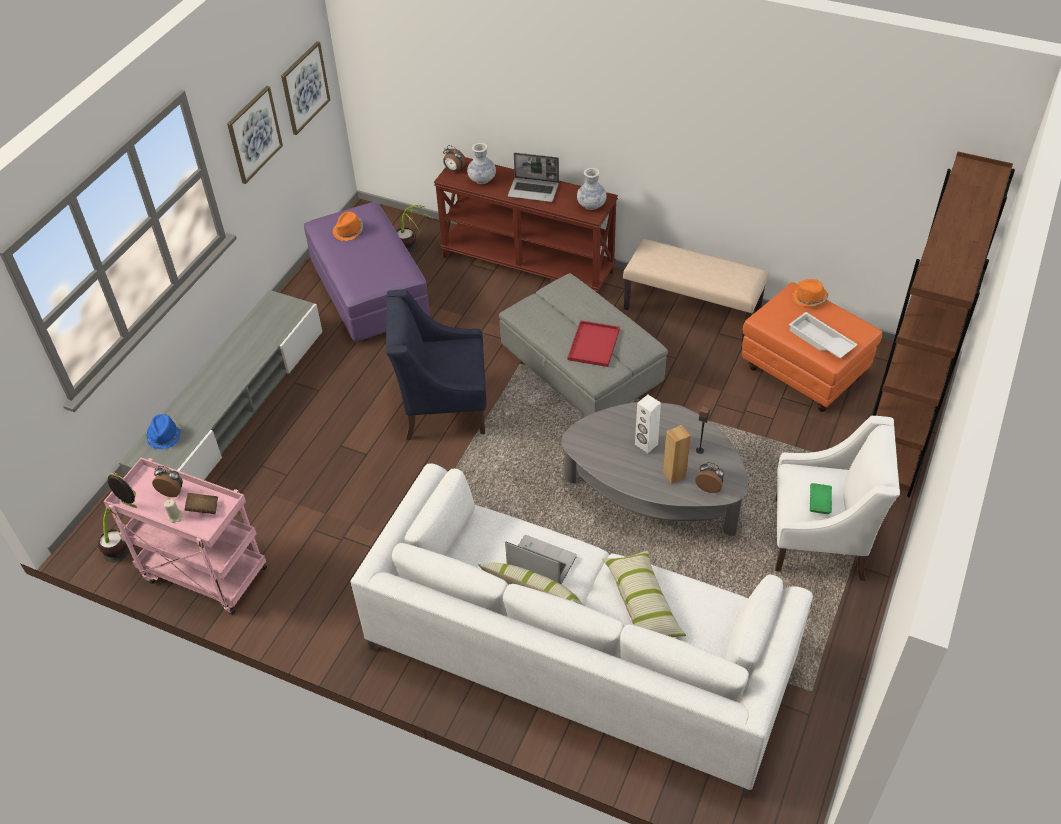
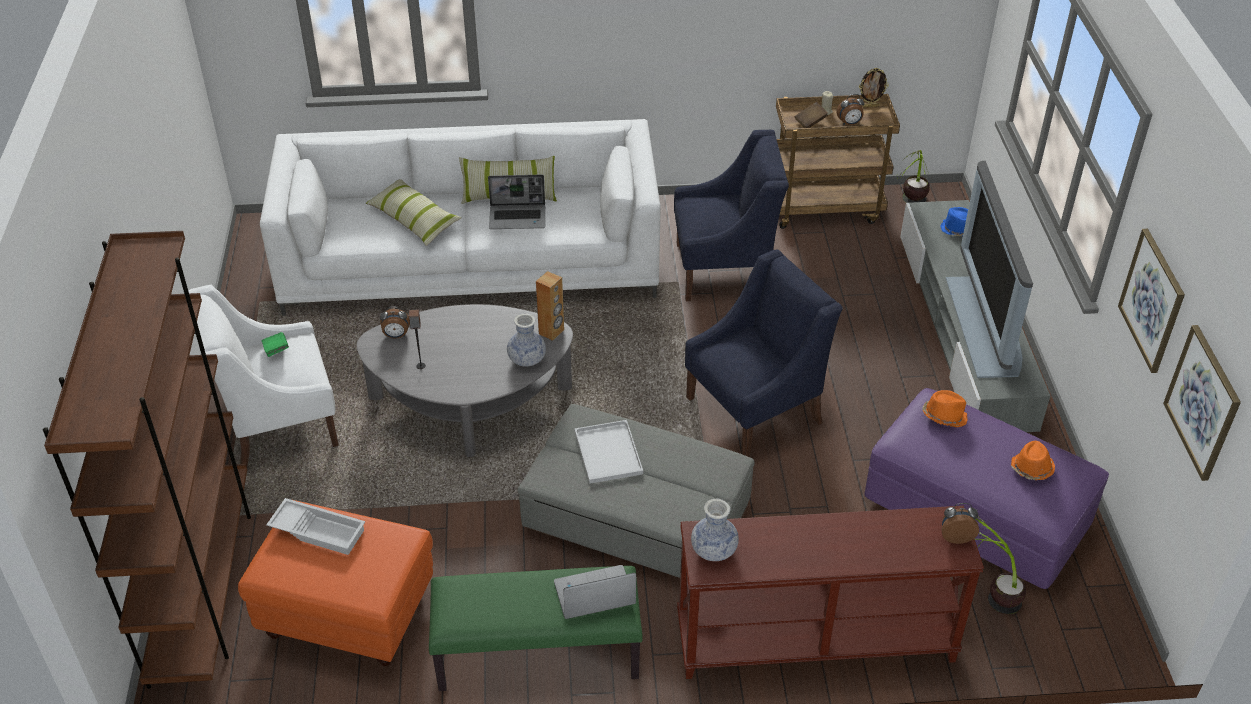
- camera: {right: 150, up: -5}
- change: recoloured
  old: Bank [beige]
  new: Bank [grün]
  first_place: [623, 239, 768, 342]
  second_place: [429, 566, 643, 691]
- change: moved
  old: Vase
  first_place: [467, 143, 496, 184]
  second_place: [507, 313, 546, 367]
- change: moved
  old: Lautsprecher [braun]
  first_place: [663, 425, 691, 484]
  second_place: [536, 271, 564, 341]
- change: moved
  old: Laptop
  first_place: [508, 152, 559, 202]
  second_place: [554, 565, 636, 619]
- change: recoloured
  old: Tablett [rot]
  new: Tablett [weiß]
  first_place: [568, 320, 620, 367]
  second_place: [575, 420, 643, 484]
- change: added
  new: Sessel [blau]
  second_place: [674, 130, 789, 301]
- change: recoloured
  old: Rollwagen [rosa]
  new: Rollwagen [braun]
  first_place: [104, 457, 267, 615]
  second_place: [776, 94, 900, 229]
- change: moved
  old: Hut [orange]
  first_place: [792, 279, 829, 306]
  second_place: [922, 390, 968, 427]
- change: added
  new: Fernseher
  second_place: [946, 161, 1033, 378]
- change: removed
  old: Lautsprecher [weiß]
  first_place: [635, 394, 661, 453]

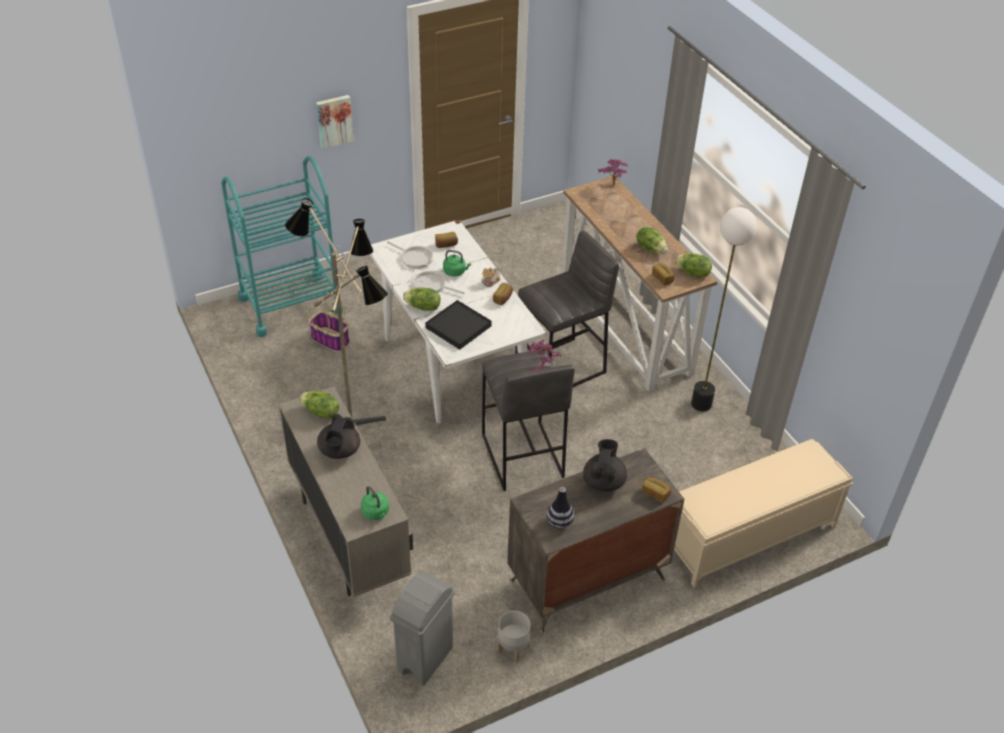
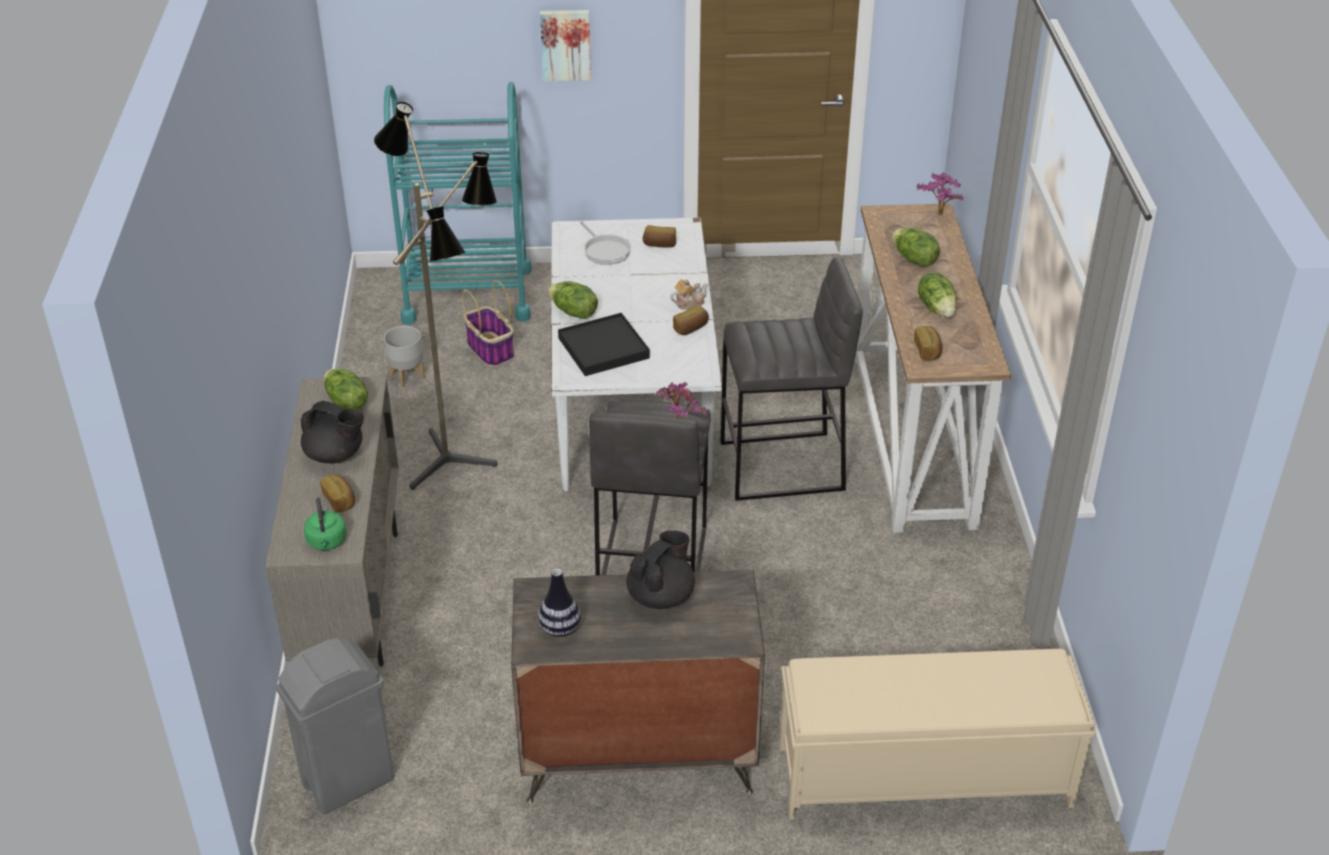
- camera: {right: 25, up: -5}
- change: turned
  old: Teekanne [schwarz]
  first_place: [317, 414, 360, 459]
  second_place: [301, 401, 364, 463]
  degrees: -105
- change: moved
  old: Brot
  first_place: [642, 477, 671, 503]
  second_place: [320, 474, 355, 513]
- change: moved
  old: Pflanzkübel [grau]
  first_place: [498, 611, 531, 662]
  second_place: [384, 326, 425, 388]
- change: moved
  old: Salatkopf
  first_place: [675, 253, 712, 278]
  second_place: [892, 227, 940, 266]
- change: removed
  old: Pfanne
  first_place: [411, 271, 465, 294]
- change: removed
  old: Wasserkessel [grün]
  first_place: [443, 250, 471, 277]
- change: removed
  old: Stehlampe
  first_place: [691, 207, 757, 411]

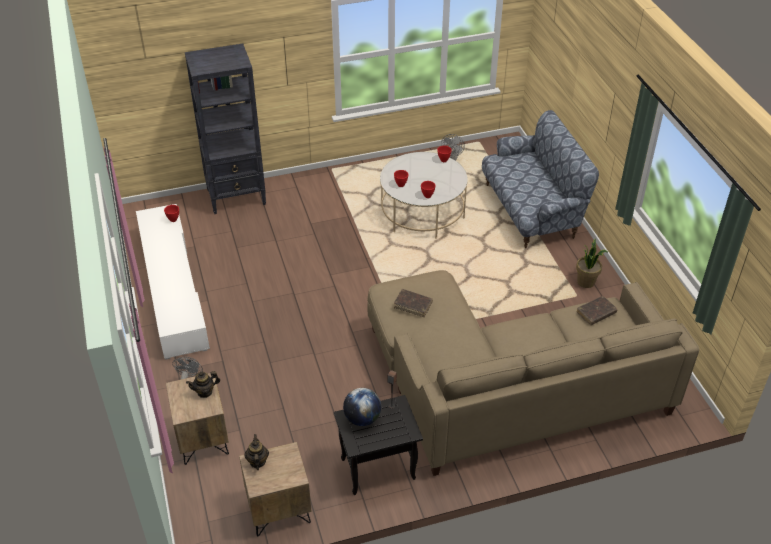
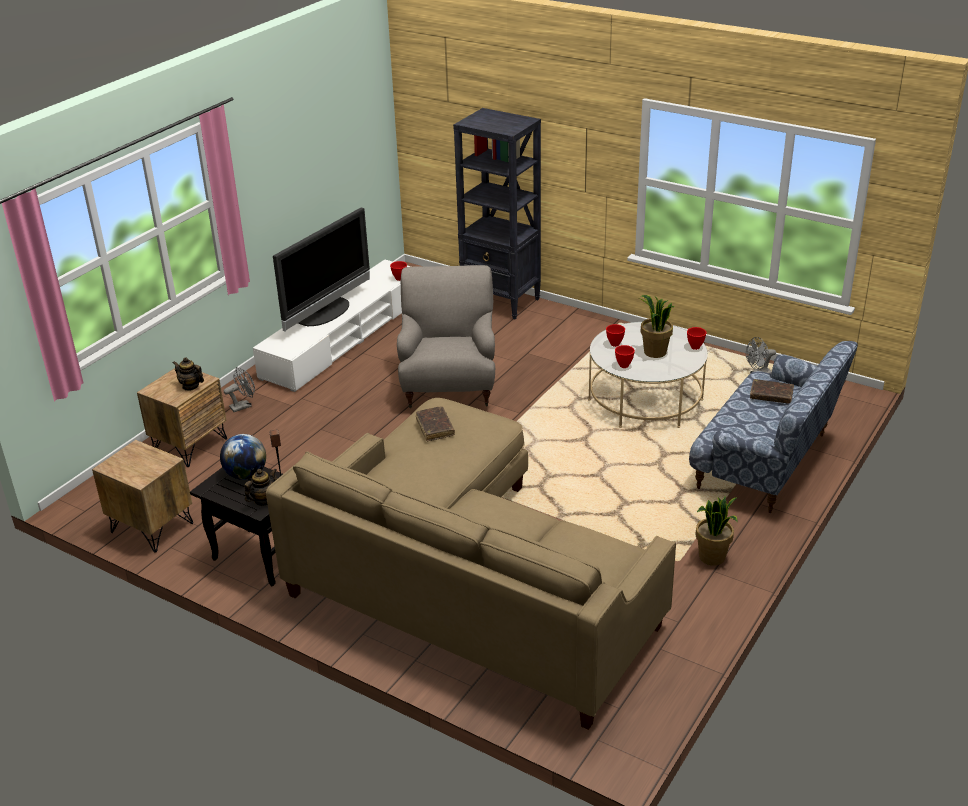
- camera: {right: 50, up: -10}
- change: moved
  old: Teekanne
  first_place: [244, 434, 269, 470]
  second_place: [244, 468, 277, 506]
- change: added
  new: Fernseher
  second_place: [273, 207, 370, 331]
- change: added
  new: Sessel [grau]
  second_place: [397, 265, 495, 408]
- change: added
  new: Topfpflanze
  second_place: [639, 295, 675, 358]
- change: moved
  old: Buch [braun]
  first_place: [577, 296, 618, 325]
  second_place: [750, 379, 794, 404]

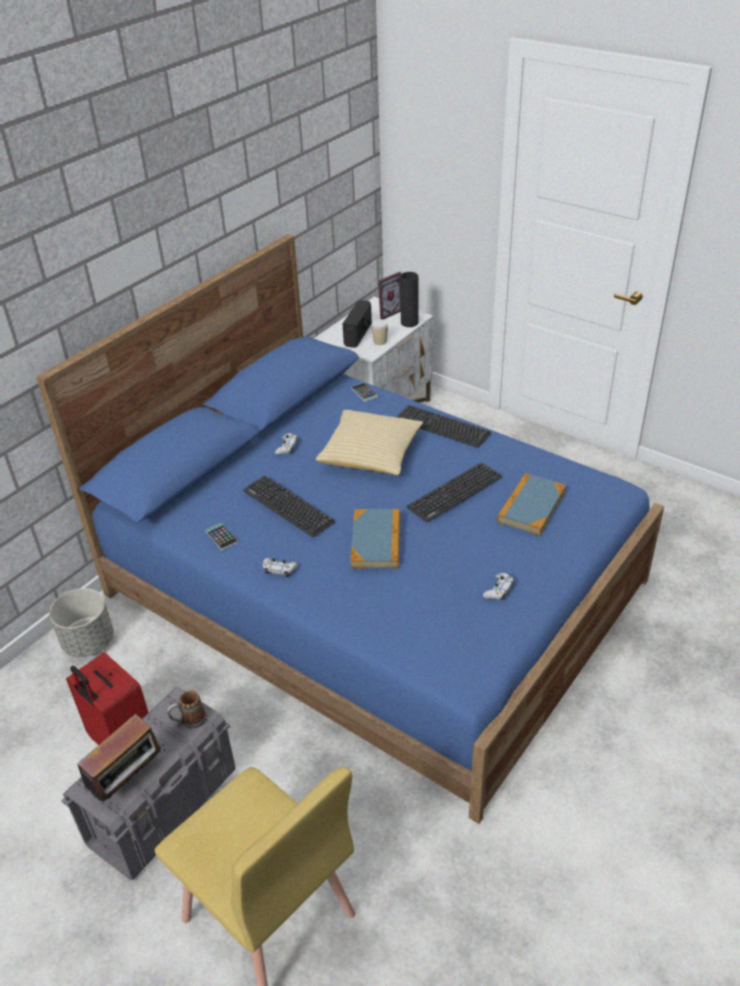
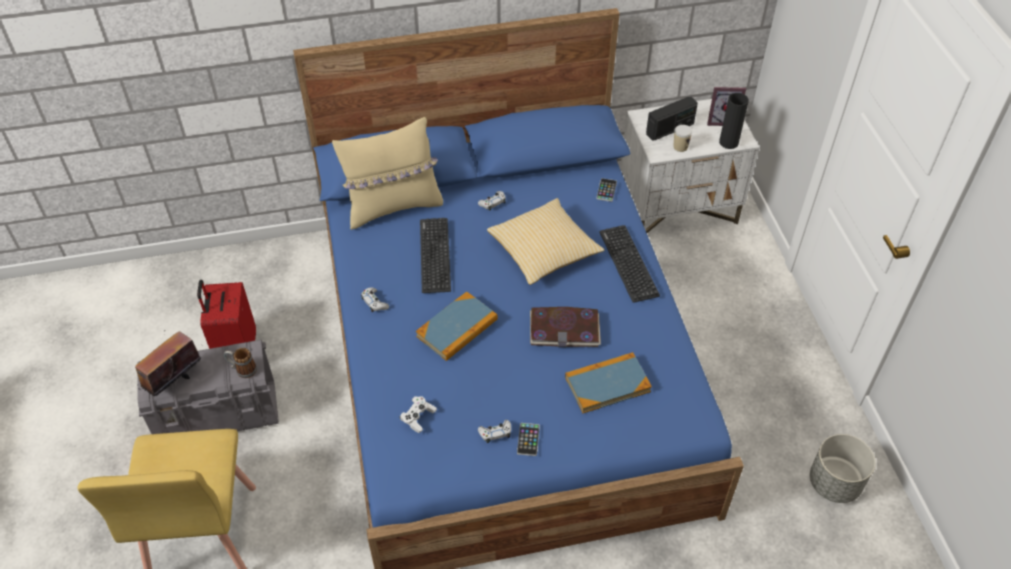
- camera: {right: 40, up: 10}
- change: turned
  old: Radio
  first_place: [71, 714, 165, 801]
  second_place: [135, 330, 201, 396]
  degrees: 135
- change: added
  new: Kissen [beige]
  second_place: [332, 117, 443, 230]
- change: added
  new: Gamepad [weiß]
  second_place: [399, 396, 437, 433]
- change: moved
  old: Handy
  first_place: [205, 523, 238, 550]
  second_place: [517, 423, 540, 456]
- change: replaced
  old: Tastatur
  new: Buch
  first_place: [406, 462, 502, 522]
  second_place: [530, 307, 601, 347]
- change: moved
  old: Pflanzkübel [grau]
  first_place: [49, 588, 114, 657]
  second_place: [810, 434, 875, 503]

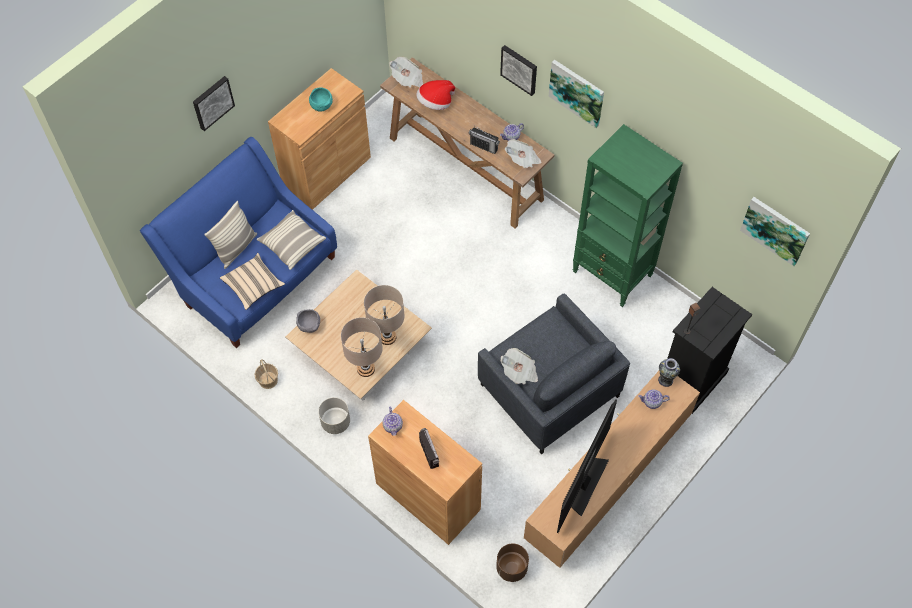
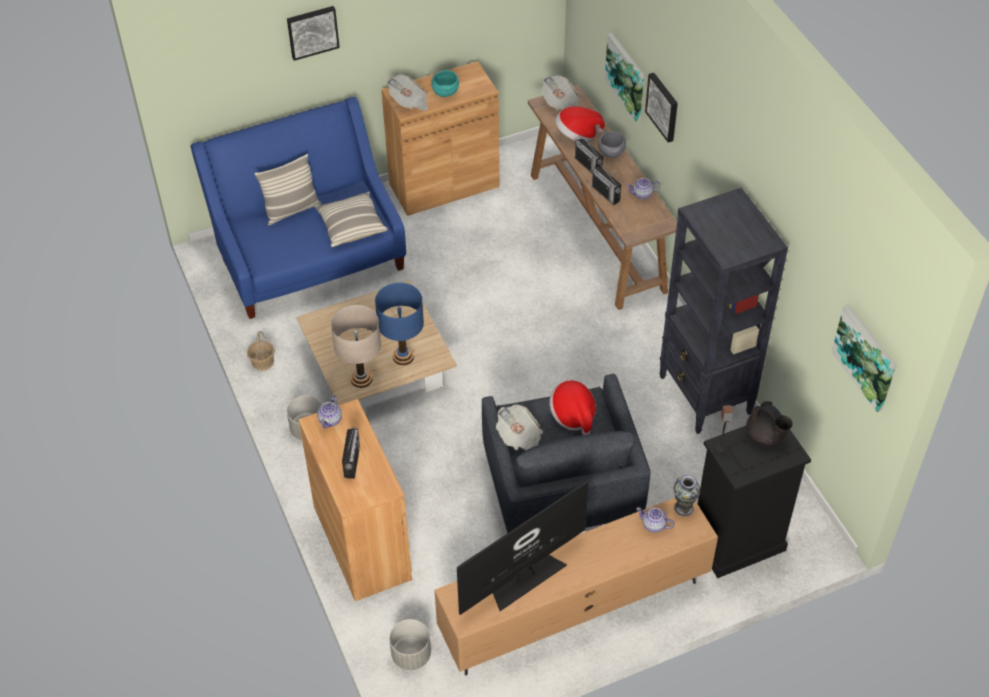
- camera: {right: 25, up: -10}
- change: recoloured
  old: Tischlampe [beige]
  new: Tischlampe [blau]
  first_place: [364, 285, 405, 345]
  second_place: [375, 283, 424, 365]
- change: moved
  old: Zeitung
  first_place: [505, 139, 541, 168]
  second_place: [387, 75, 428, 111]
- change: recoloured
  old: Pflanzkübel [braun]
  new: Pflanzkübel [grau]
  first_place: [496, 543, 529, 582]
  second_place: [389, 619, 431, 670]
- change: added
  new: Hut
  second_place: [549, 380, 596, 435]
- change: added
  new: Radio
  second_place: [574, 134, 603, 174]
- change: moved
  old: Schüssel [grau]
  first_place: [296, 309, 320, 333]
  second_place: [598, 131, 626, 158]
- change: moved
  old: Bild
  first_place: [549, 60, 604, 128]
  second_place: [605, 33, 644, 122]
- change: recoloured
  old: Bücherregal [grün]
  new: Bücherregal [schwarz]
  first_place: [573, 124, 683, 307]
  second_place: [659, 187, 788, 434]
- change: added
  new: Teekanne [schwarz]
  second_place: [746, 401, 793, 445]
- change: removed
  old: Kissen [beige]
  first_place: [220, 253, 285, 310]

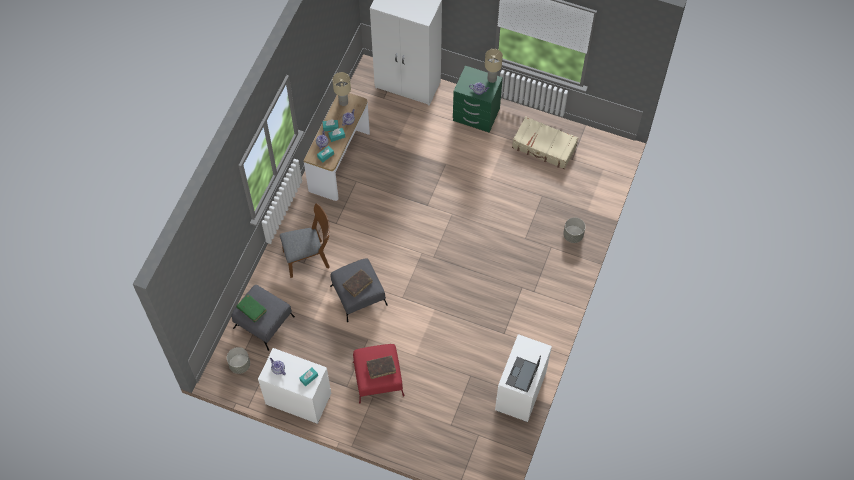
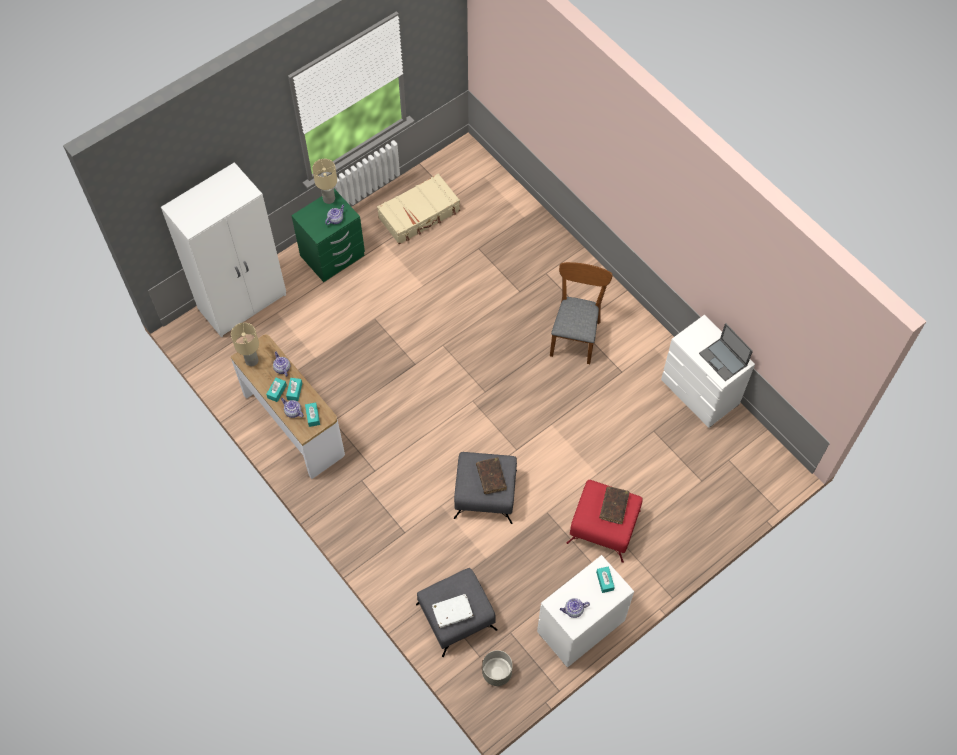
- camera: {right: -60, up: 0}
- change: recoloured
  old: Buch [grün]
  new: Buch [weiß]
  first_place: [236, 294, 267, 322]
  second_place: [432, 594, 473, 628]
- change: moved
  old: Stuhl [braun]
  first_place: [280, 203, 330, 278]
  second_place: [550, 262, 612, 364]
- change: removed
  old: Pflanzkübel [grau]
  first_place: [563, 217, 585, 243]

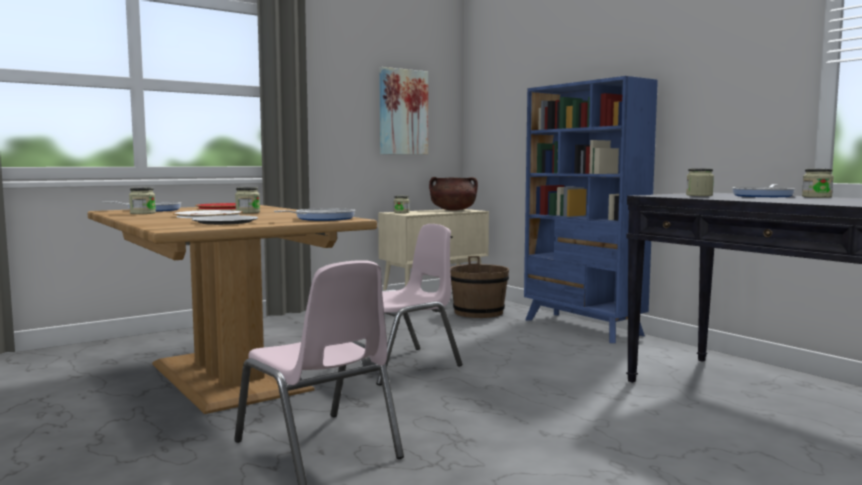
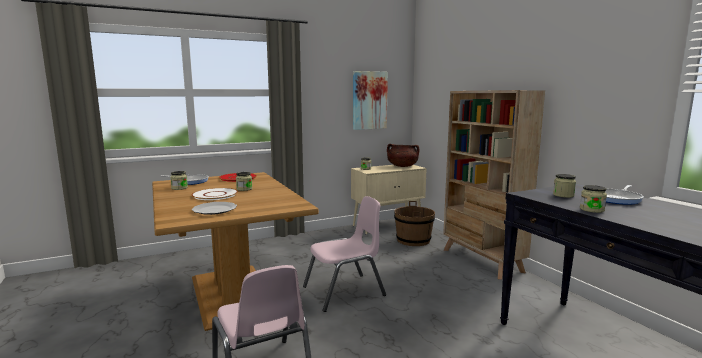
- camera: {right: 10, up: 5}
- change: recoloured
  old: Bücherregal [blau]
  new: Bücherregal [beige]
  first_place: [524, 76, 658, 343]
  second_place: [443, 90, 545, 280]
- change: moved
  old: Vorratsglas
  first_place: [802, 169, 834, 198]
  second_place: [580, 185, 607, 213]
- change: removed
  old: Pfanne
  first_place: [274, 208, 355, 221]

